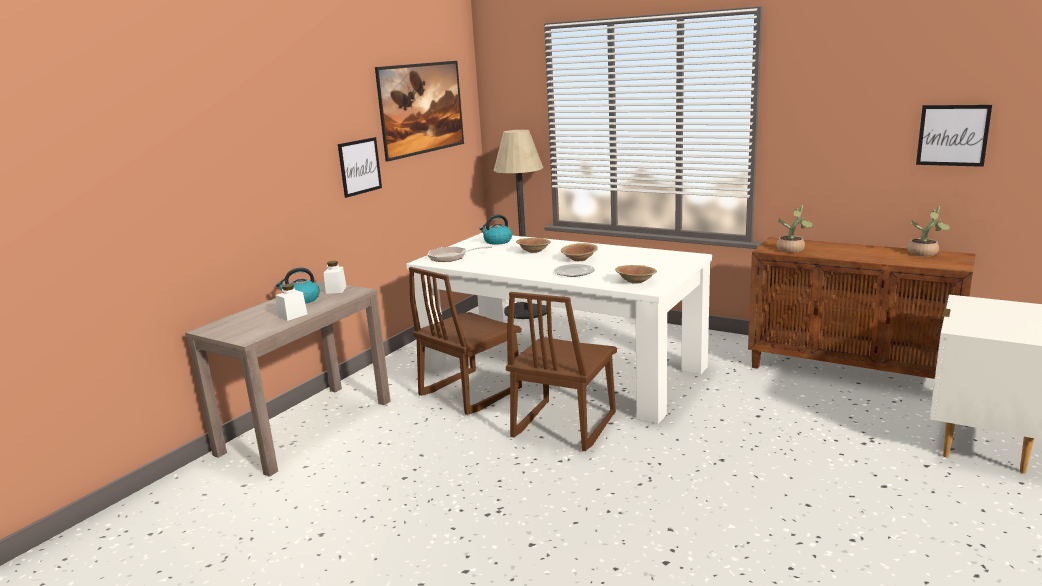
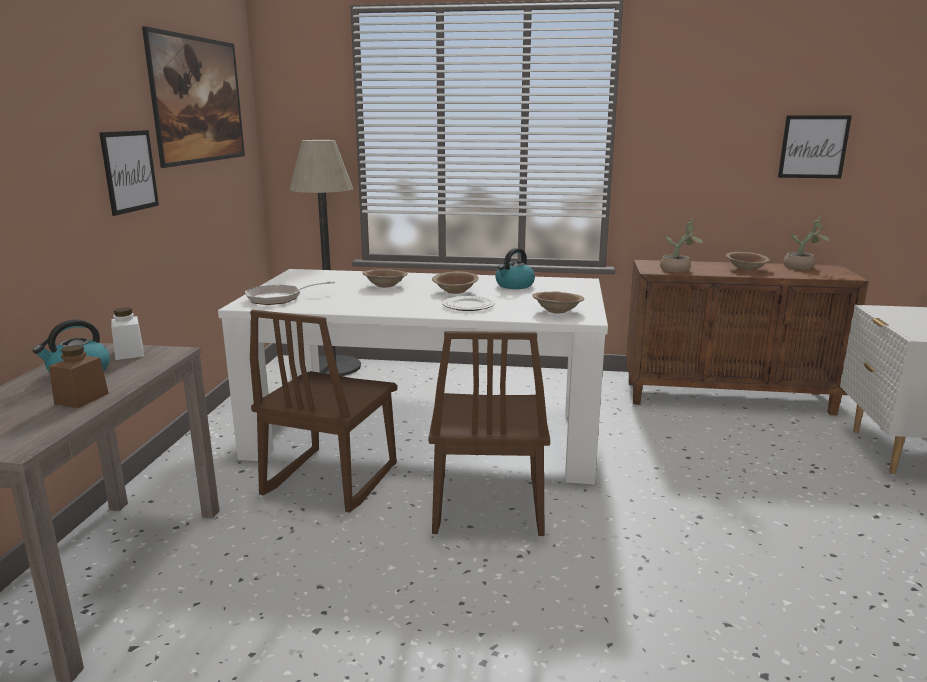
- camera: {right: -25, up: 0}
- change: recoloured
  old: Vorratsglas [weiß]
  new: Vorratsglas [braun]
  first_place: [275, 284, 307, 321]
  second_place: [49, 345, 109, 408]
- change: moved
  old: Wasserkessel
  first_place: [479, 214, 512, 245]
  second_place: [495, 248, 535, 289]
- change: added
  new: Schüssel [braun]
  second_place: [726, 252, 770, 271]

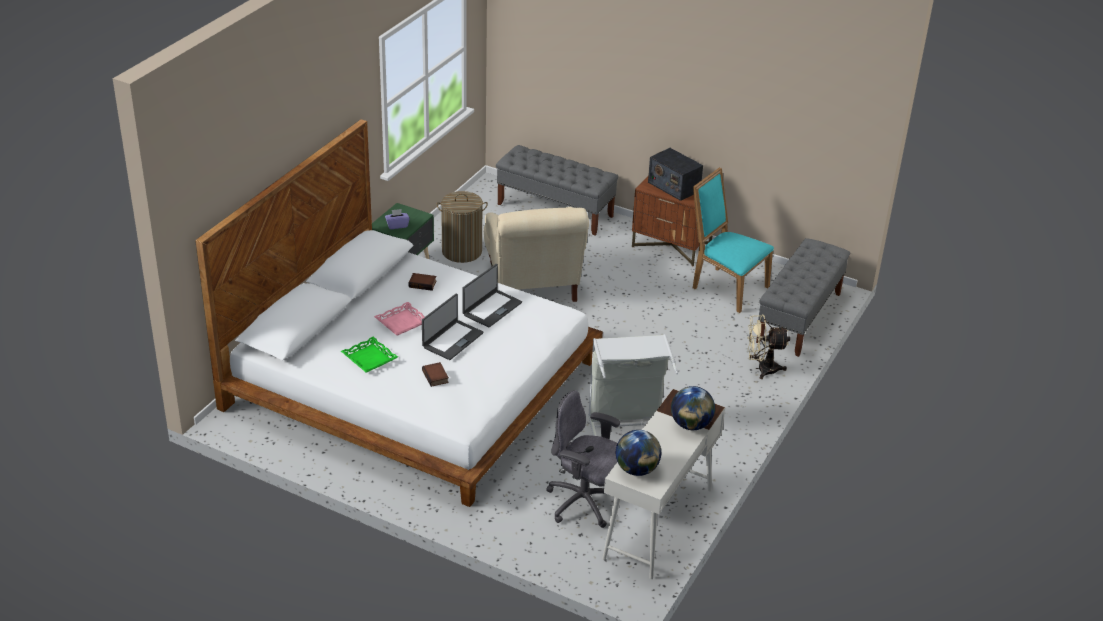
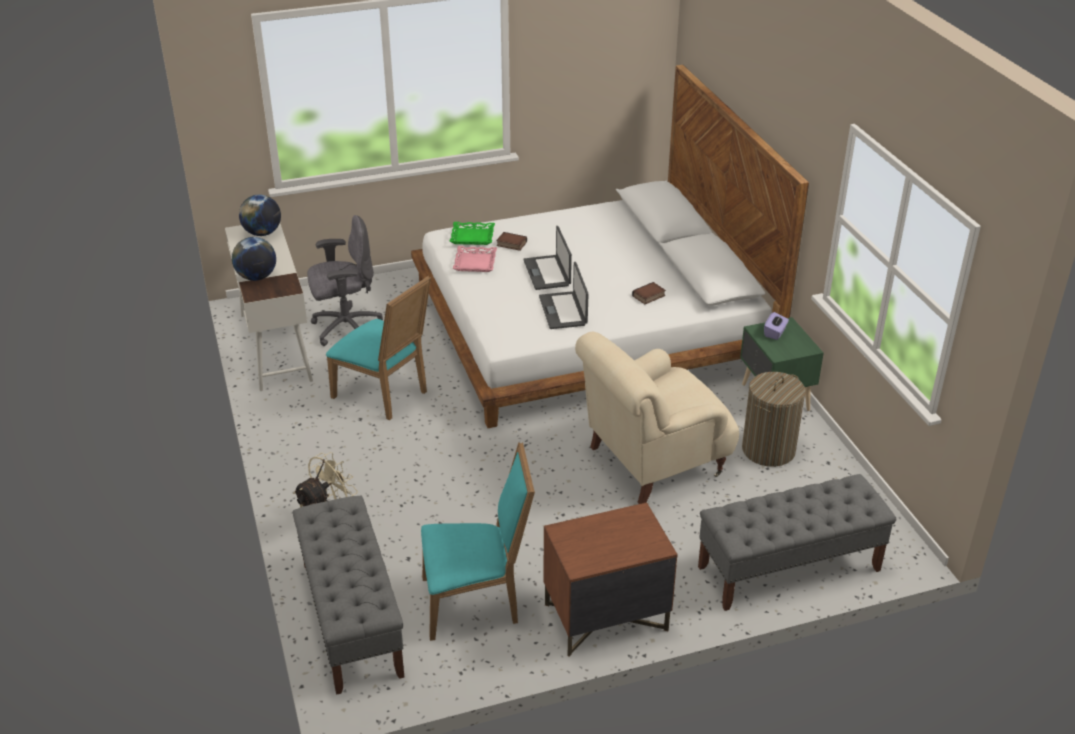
- camera: {right: 135, up: 0}
- change: replaced
  old: Wäschekorb [grau]
  new: Stuhl [türkis]
  first_place: [588, 334, 678, 436]
  second_place: [326, 276, 431, 420]
- change: moved
  old: Tablett [grün]
  first_place: [341, 336, 398, 373]
  second_place: [449, 222, 495, 245]
- change: moved
  old: Tablett [rosa]
  first_place: [374, 302, 424, 336]
  second_place: [453, 246, 497, 272]
- change: turned
  old: Sessel [beige]
  first_place: [484, 207, 589, 302]
  second_place: [575, 332, 739, 504]
  degrees: -60
- change: removed
  old: Radio
  first_place: [648, 148, 703, 201]

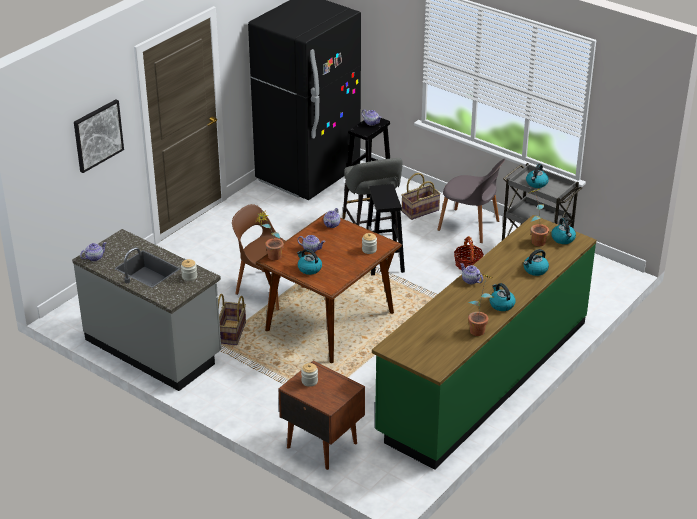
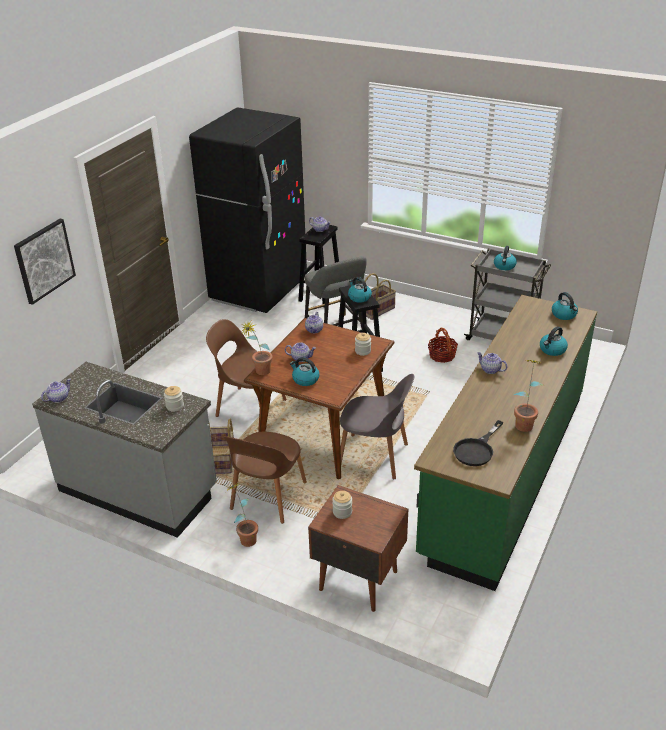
- camera: {right: -10, up: 0}
- change: added
  new: Stuhl [braun]
  second_place: [223, 432, 307, 524]
- change: moved
  old: Topfpflanze
  first_place: [527, 189, 549, 246]
  second_place: [226, 483, 258, 547]
- change: moved
  old: Stuhl [grau]
  first_place: [437, 159, 506, 243]
  second_place: [340, 374, 414, 479]
- change: moved
  old: Wasserkessel
  first_place: [489, 283, 516, 311]
  second_place: [348, 277, 372, 303]
- change: added
  new: Pfanne [schwarz]
  second_place: [453, 420, 504, 466]

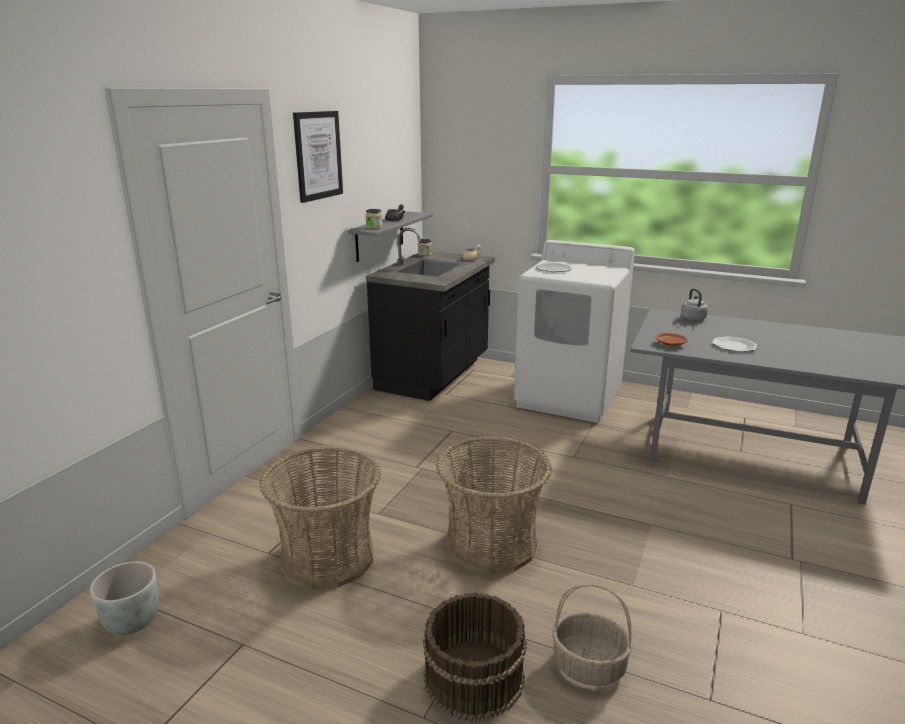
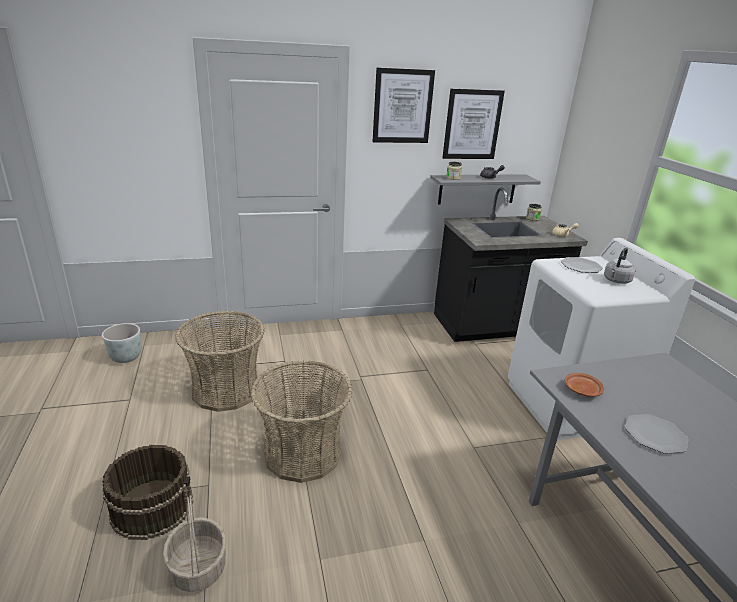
- camera: {right: 50, up: 5}
- change: added
  new: Bild
  second_place: [442, 89, 505, 159]
- change: moved
  old: Wasserkessel [grau]
  first_place: [681, 288, 708, 321]
  second_place: [604, 248, 635, 284]

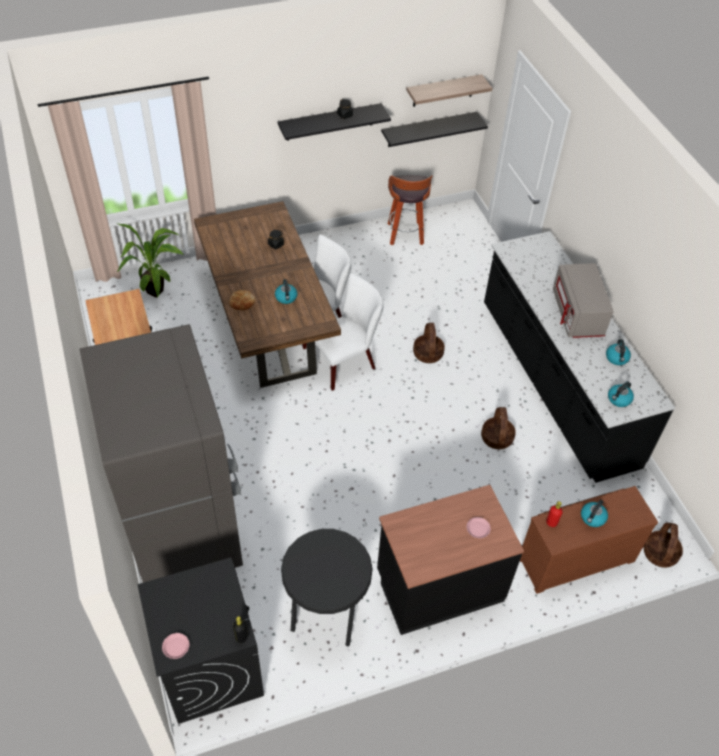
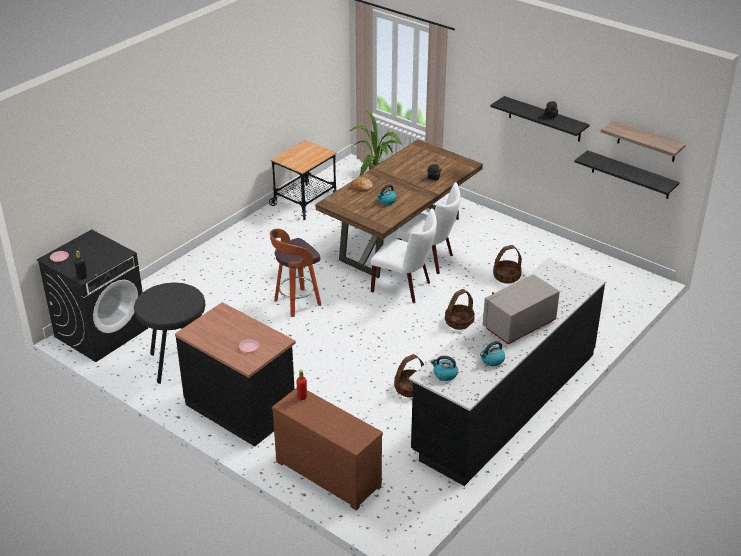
- camera: {right: 60, up: -15}
- change: moved
  old: Hocker
  first_place: [388, 175, 432, 245]
  second_place: [270, 229, 321, 317]
- change: moved
  old: Korb
  first_place: [644, 523, 683, 568]
  second_place: [493, 245, 522, 283]
- change: removed
  old: Kühlschrank [grau]
  first_place: [79, 324, 243, 583]
- change: removed
  old: Wasserkessel
  first_place: [581, 500, 608, 527]

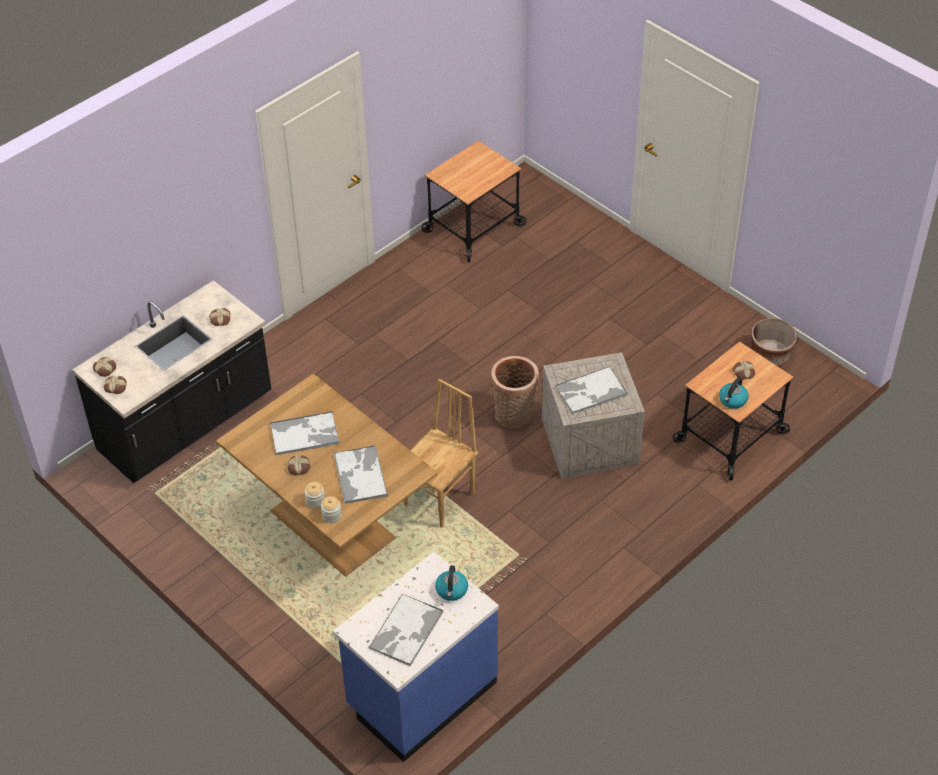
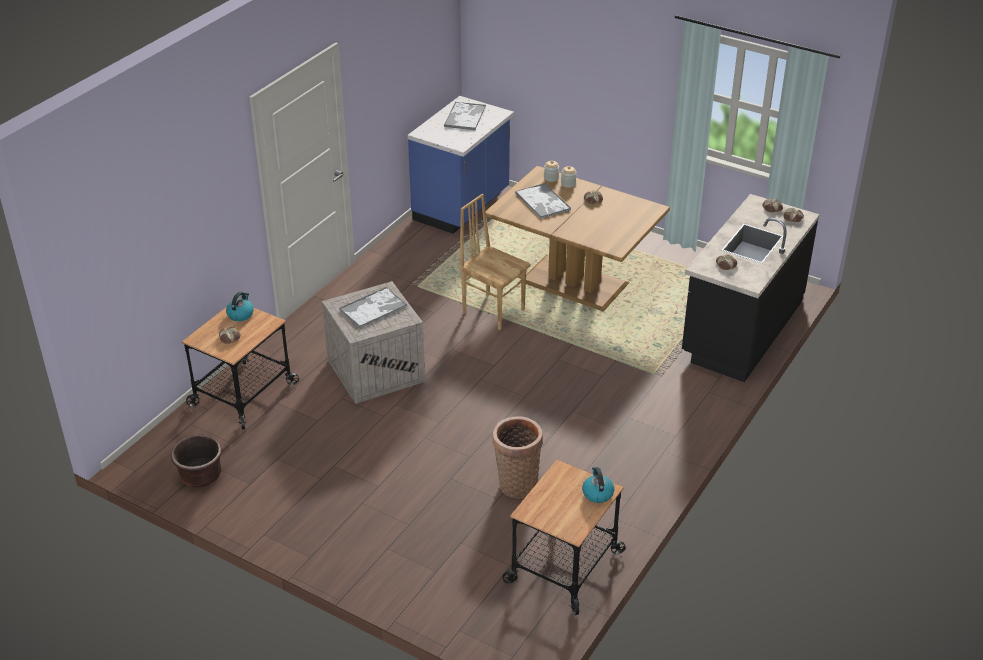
- camera: {right: 165, up: -10}
- change: turned
  old: Stuhl [braun]
  first_place: [404, 379, 478, 528]
  second_place: [459, 194, 530, 330]
  degrees: 105
- change: moved
  old: Korb
  first_place: [491, 356, 539, 428]
  second_place: [492, 416, 543, 499]
- change: moved
  old: Wasserkessel
  first_place: [435, 565, 468, 601]
  second_place: [582, 467, 614, 503]
- change: removed
  old: Tablett
  first_place: [270, 411, 340, 455]

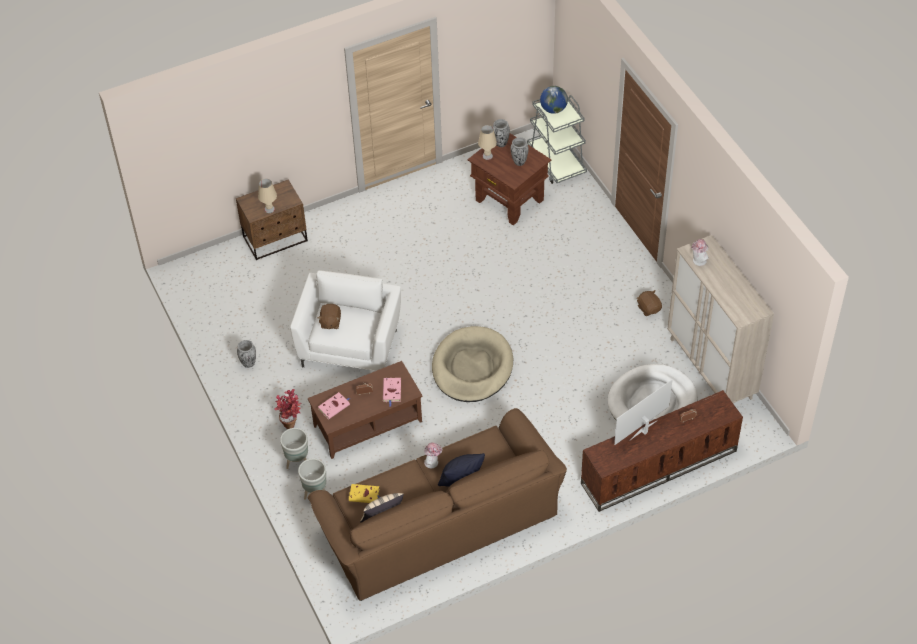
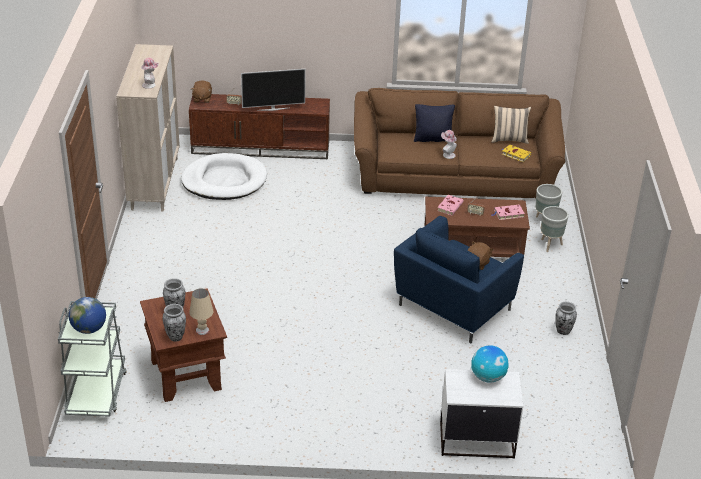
- camera: {right: -155, up: -15}
- change: moved
  old: Plüschtier [braun]
  first_place: [637, 290, 662, 316]
  second_place: [191, 80, 212, 103]
- change: recoloured
  old: Sessel [weiß]
  new: Sessel [blau]
  first_place: [290, 271, 401, 371]
  second_place: [394, 216, 524, 343]
- change: recoloured
  old: Nachttisch [braun]
  new: Nachttisch [weiß]
  first_place: [236, 179, 308, 260]
  second_place: [440, 369, 523, 459]
- change: replaced
  old: Tischlampe [beige]
  new: Globus
  first_place: [258, 179, 277, 213]
  second_place: [471, 345, 509, 383]
- change: removed
  old: Topfpflanze
  first_place: [274, 389, 302, 429]
- change: removed
  old: Hundebett [beige]
  first_place: [432, 326, 513, 402]

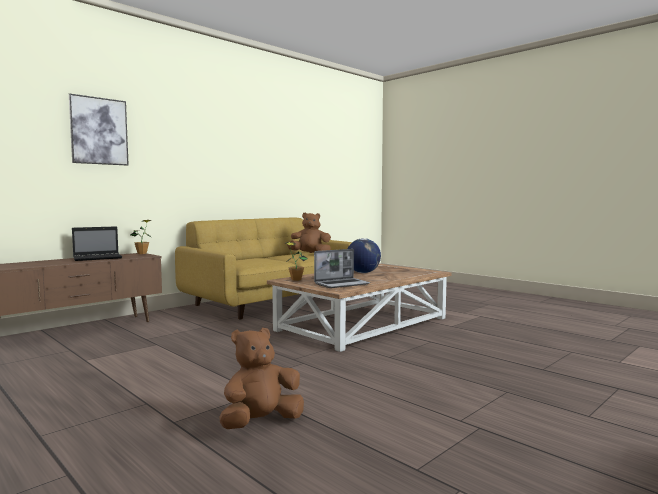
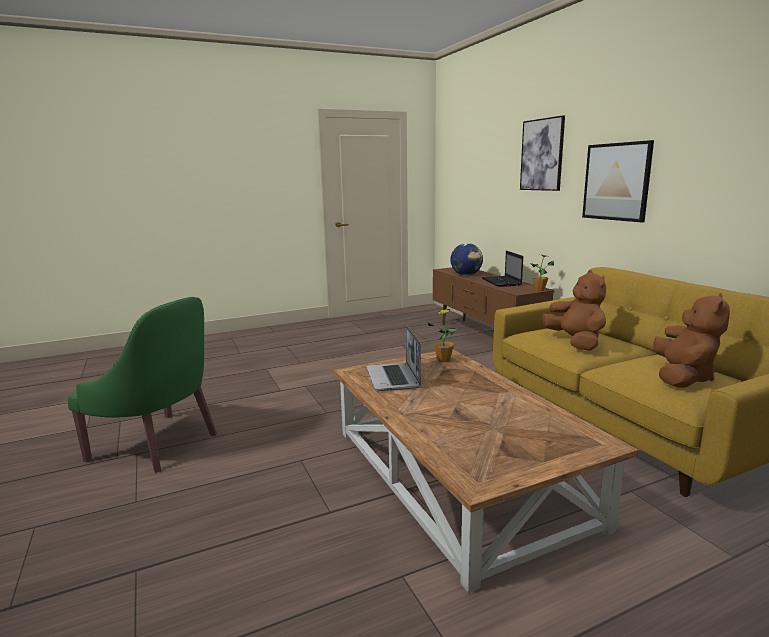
- camera: {right: 110, up: 10}
- change: added
  new: Sessel [grün]
  second_place: [68, 297, 217, 473]
- change: moved
  old: Globus
  first_place: [348, 238, 381, 273]
  second_place: [450, 243, 483, 276]
- change: moved
  old: Plüschtier [braun]
  first_place: [219, 328, 304, 429]
  second_place: [542, 270, 606, 351]
- change: added
  new: Bild
  second_place: [582, 140, 654, 222]

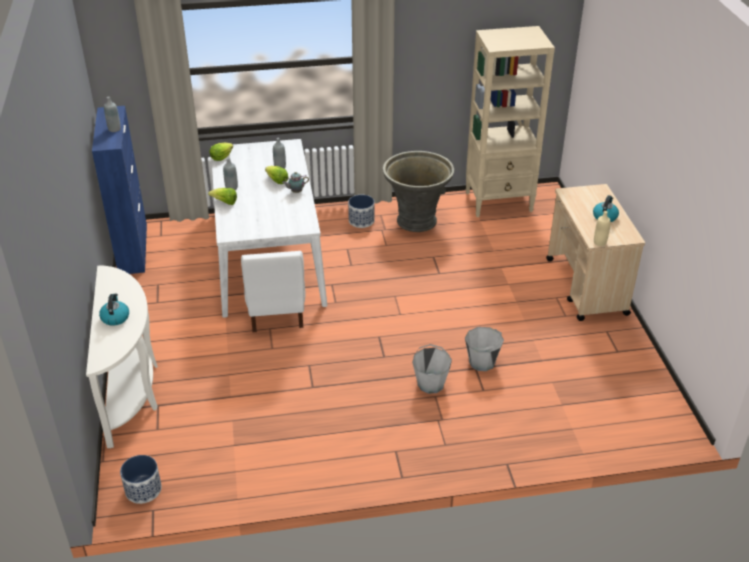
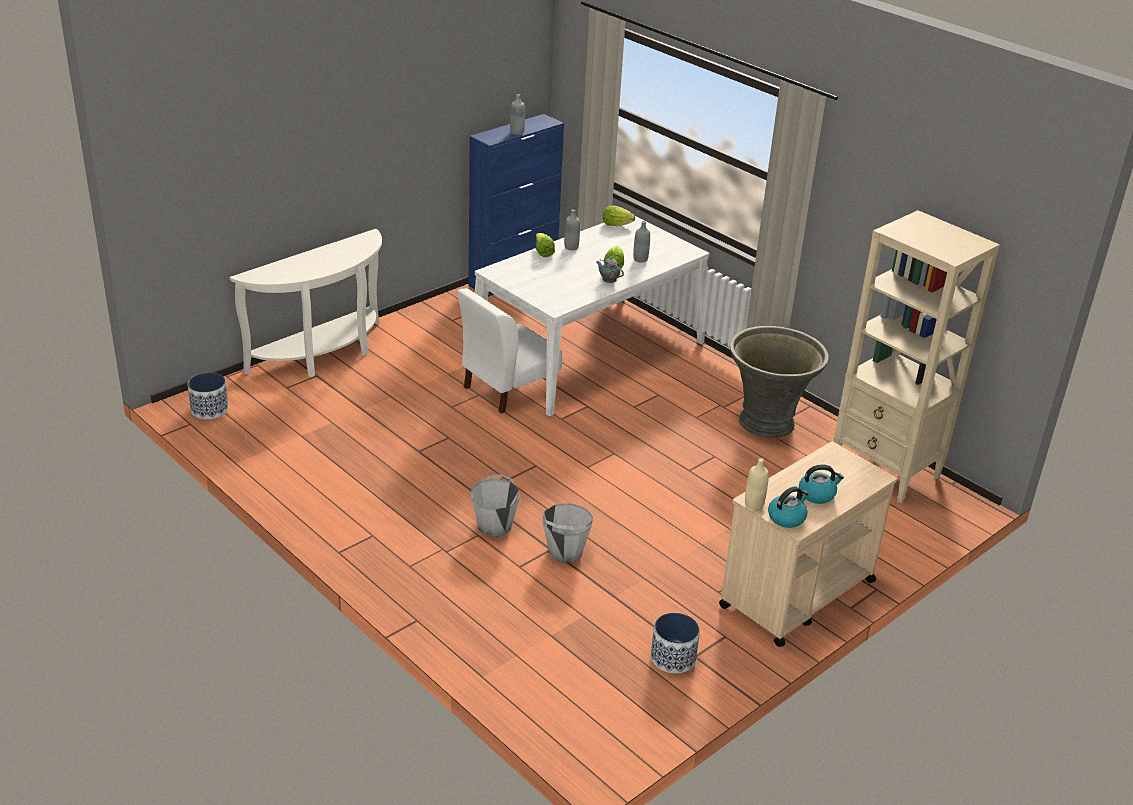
- camera: {right: 55, up: -5}
- change: moved
  old: Pflanzkübel
  first_place: [348, 195, 374, 228]
  second_place: [651, 613, 700, 673]
- change: moved
  old: Wasserkessel
  first_place: [99, 294, 129, 326]
  second_place: [768, 486, 808, 528]

